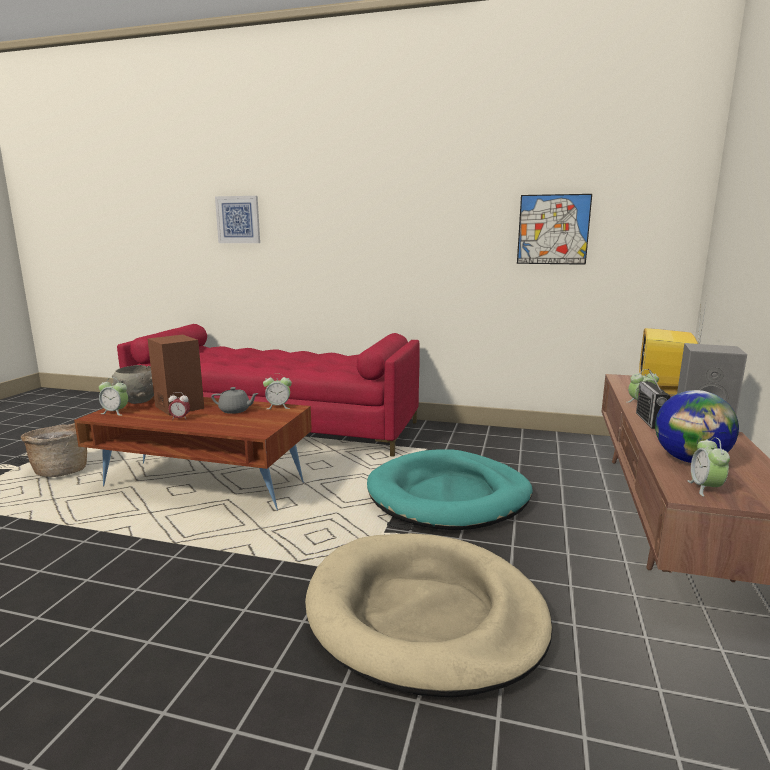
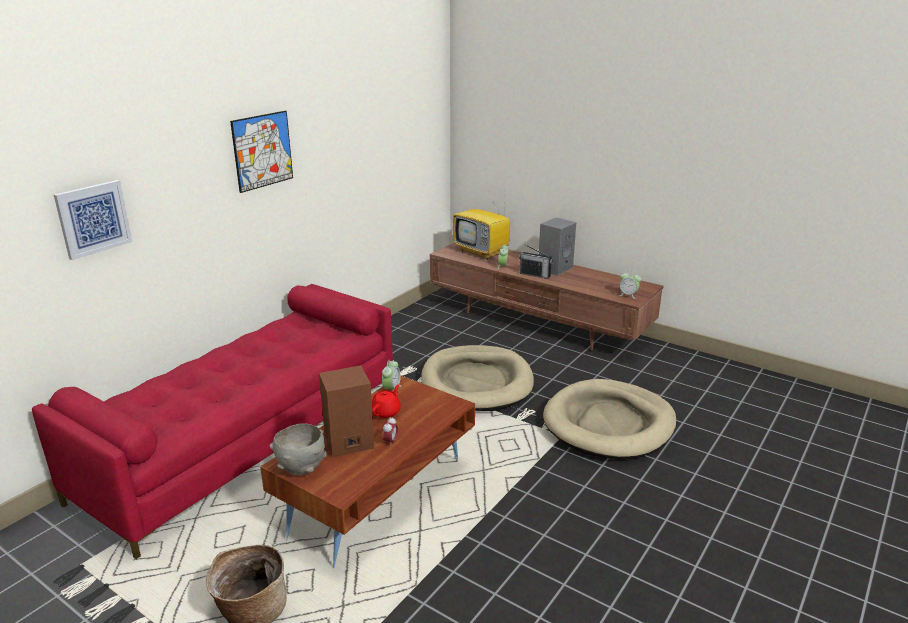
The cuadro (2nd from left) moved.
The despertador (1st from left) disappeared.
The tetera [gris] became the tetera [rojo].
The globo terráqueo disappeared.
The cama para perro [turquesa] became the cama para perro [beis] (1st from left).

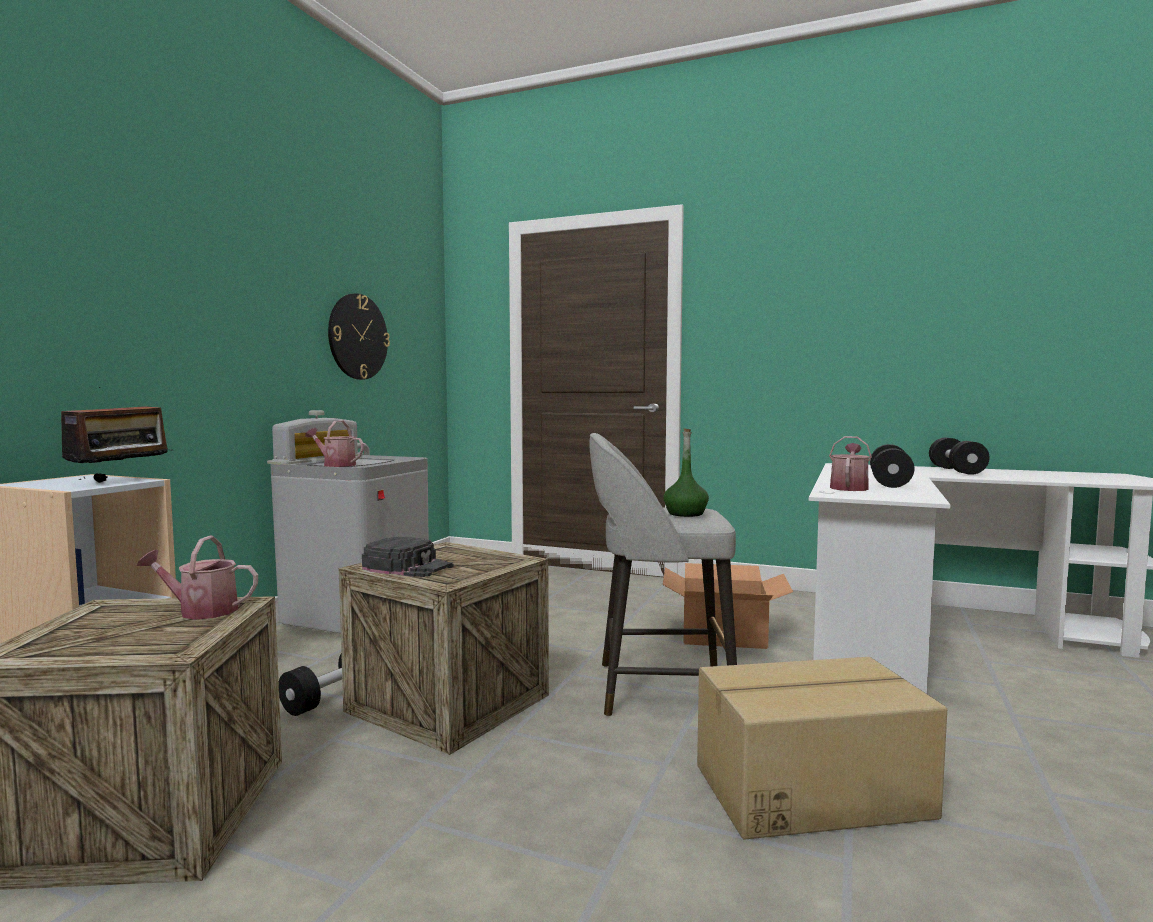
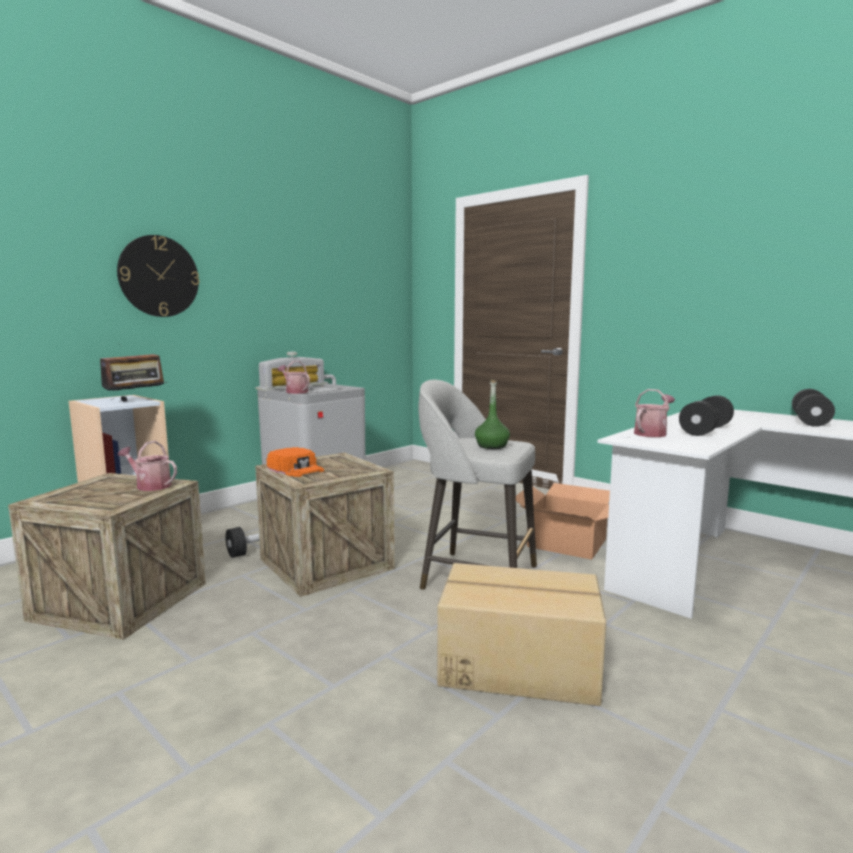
The reloj de pared moved.
The gorra [negro] became the gorra [naranja].

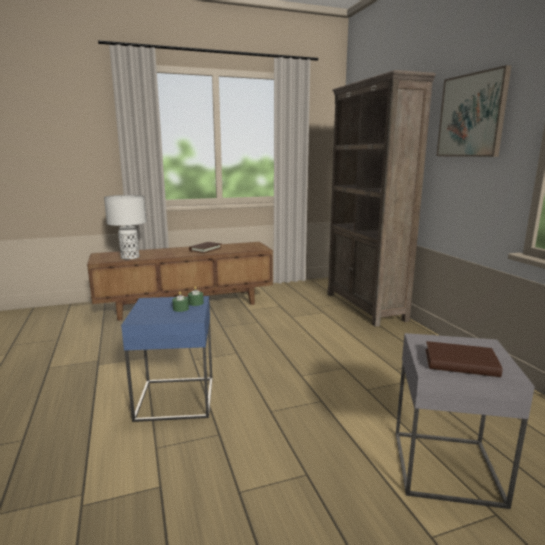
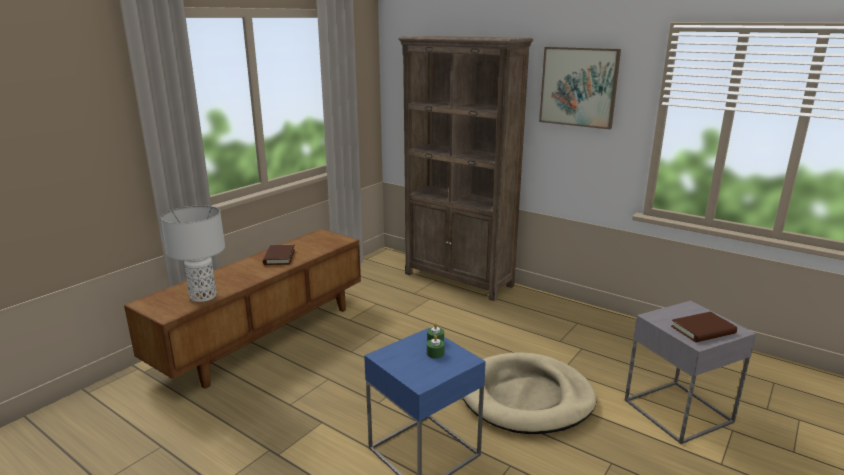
The cama para perro [beis] appeared.

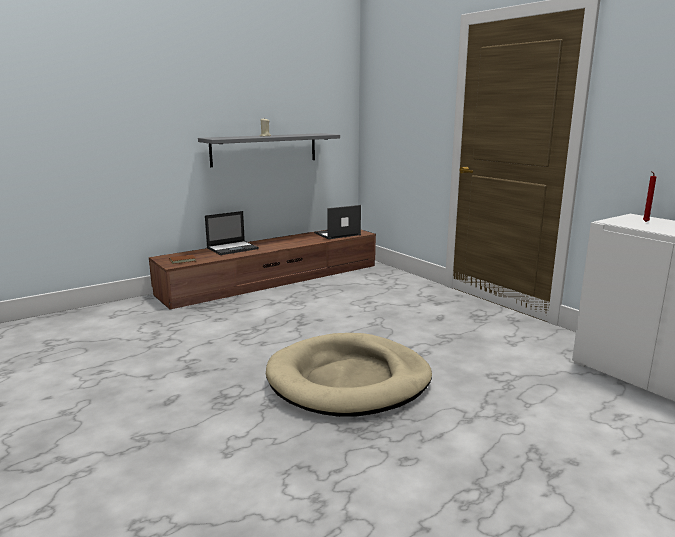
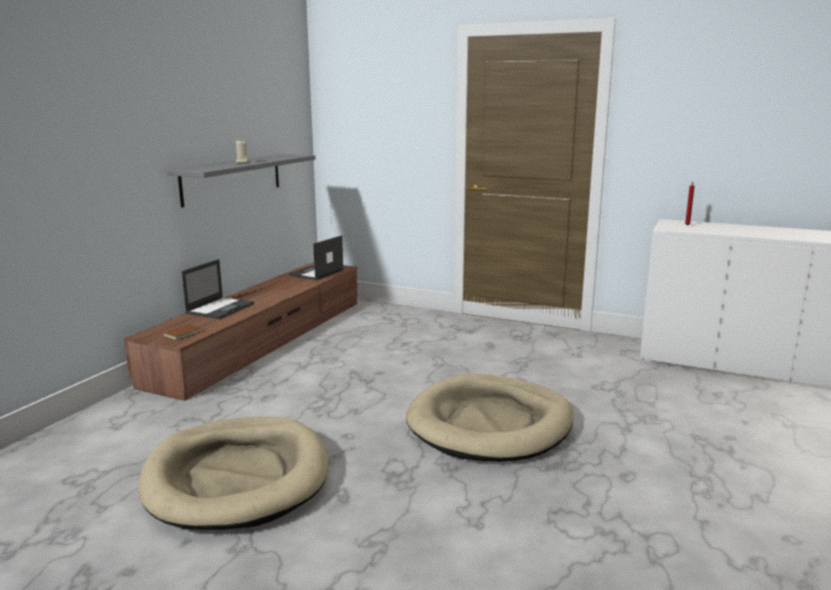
The cama para perro [beis] (1st from left) appeared.

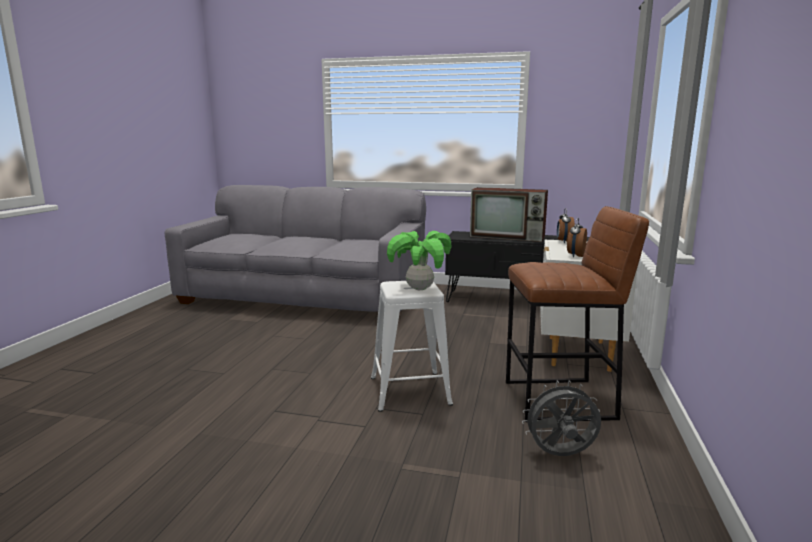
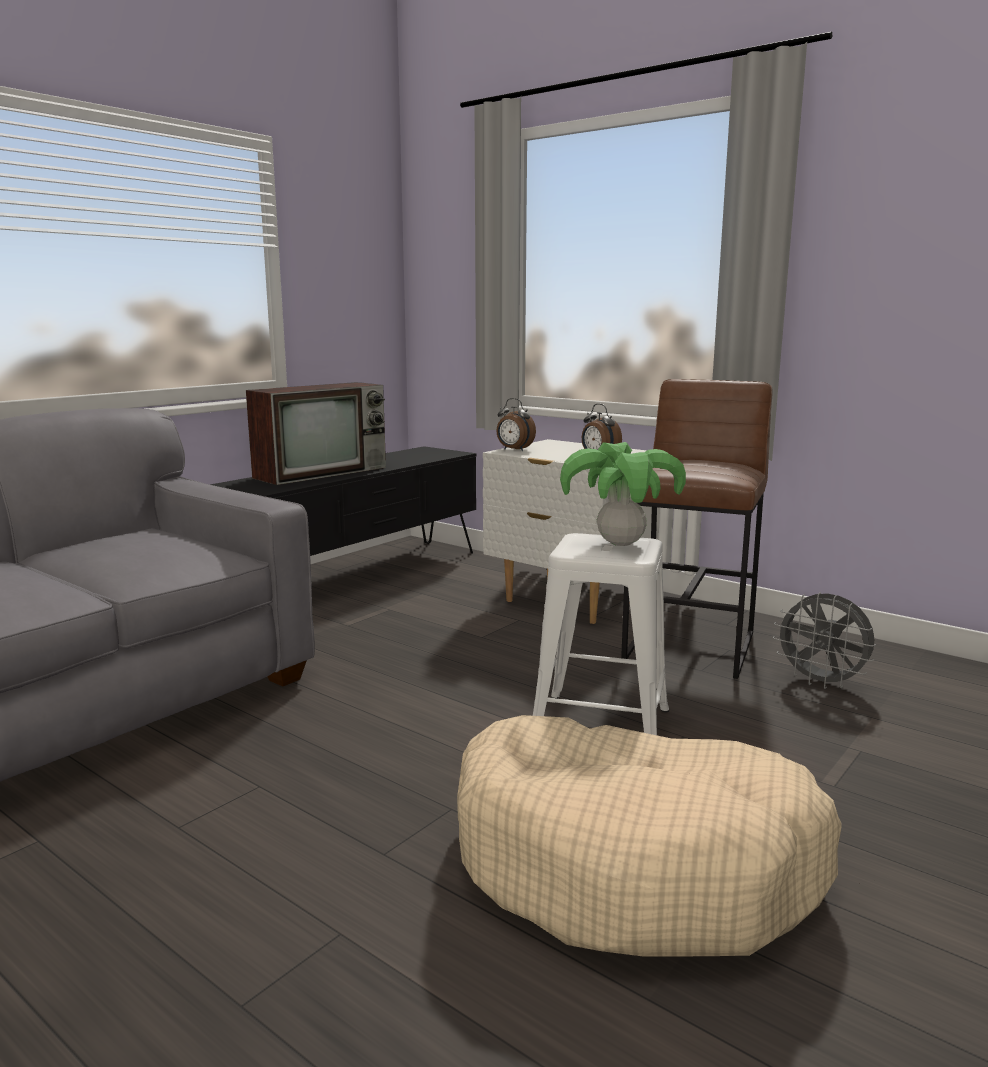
The ventilador [gris] turned 75 degrees counterclockwise.
The cama para perro [beis] appeared.

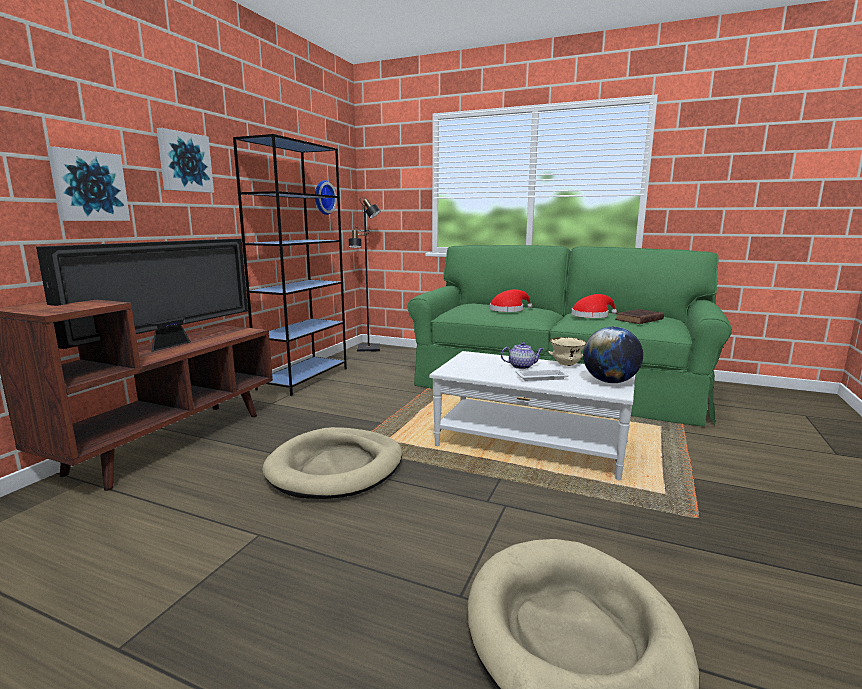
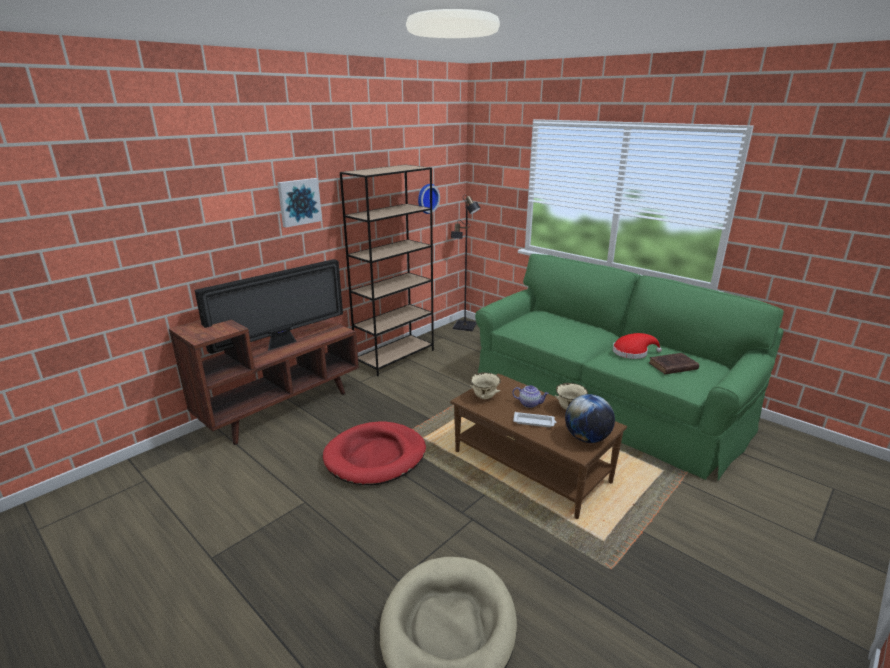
The estantería [azul] became the estantería [beis].
The cuadro (1st from left) disappeared.
The sombrero [rojo] (1st from left) disappeared.
The mesa de centro [blanco] became the mesa de centro [marrón].
The cama para perro [beis] (1st from left) became the cama para perro [rojo].
The cuenco [beis] (1st from left) appeared.

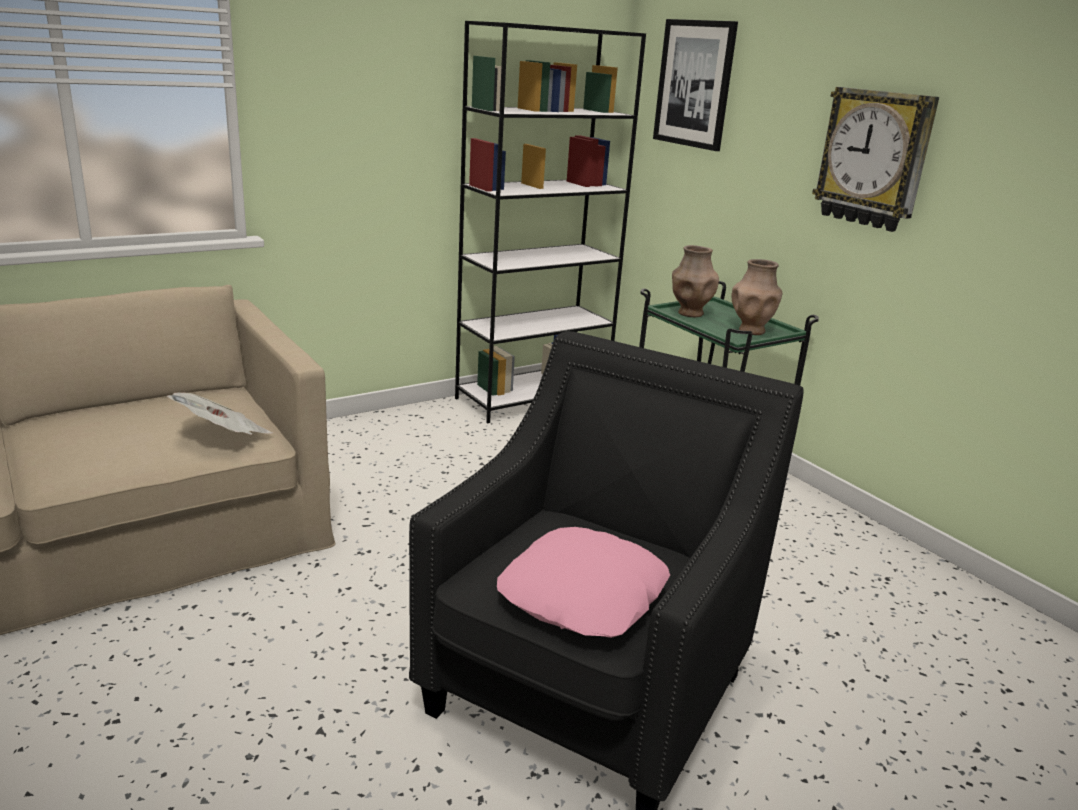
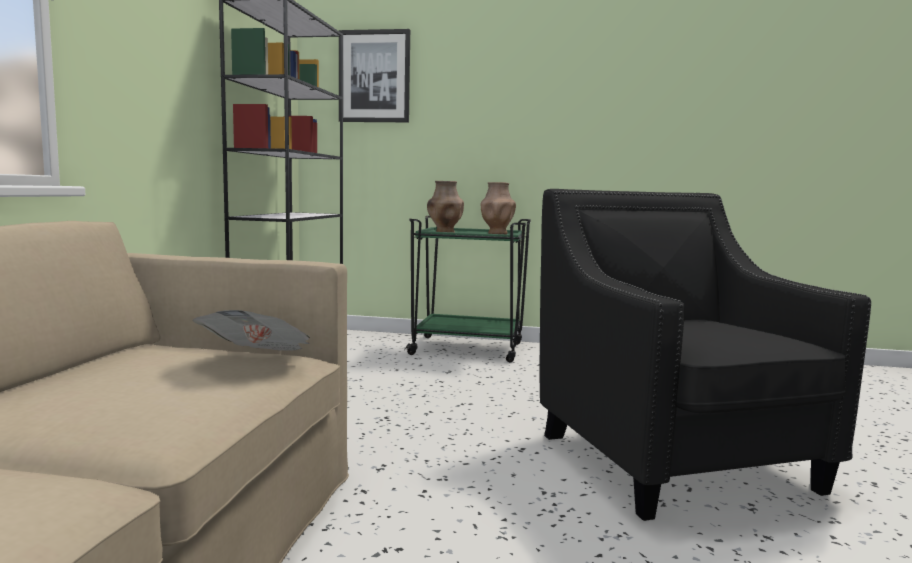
The reloj de pared disappeared.
The cojín [rosa] disappeared.

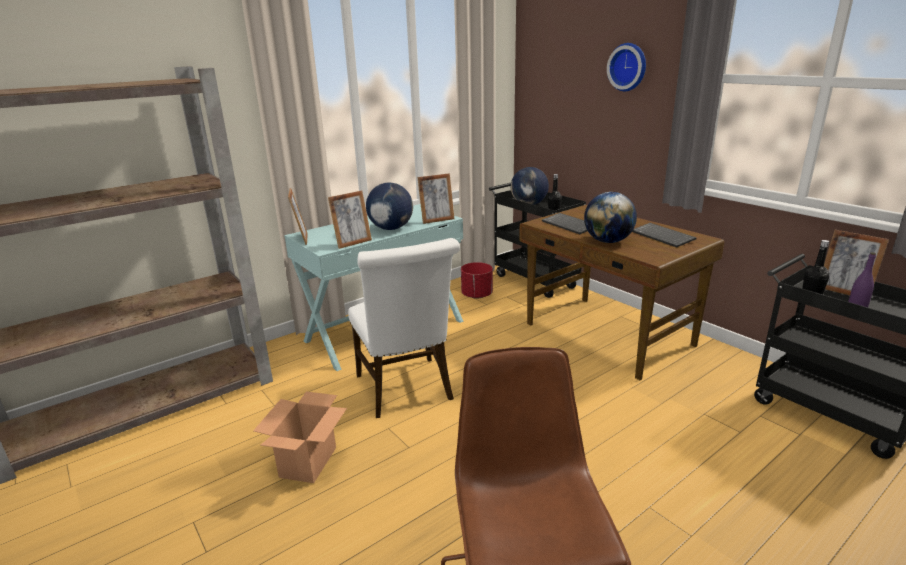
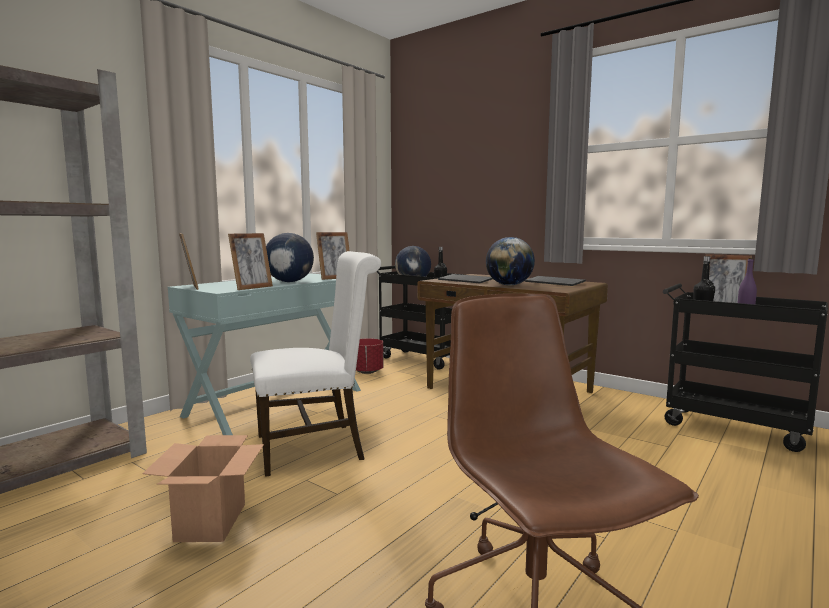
The reloj de pared disappeared.
The silla [blanco] turned 75 degrees counterclockwise.

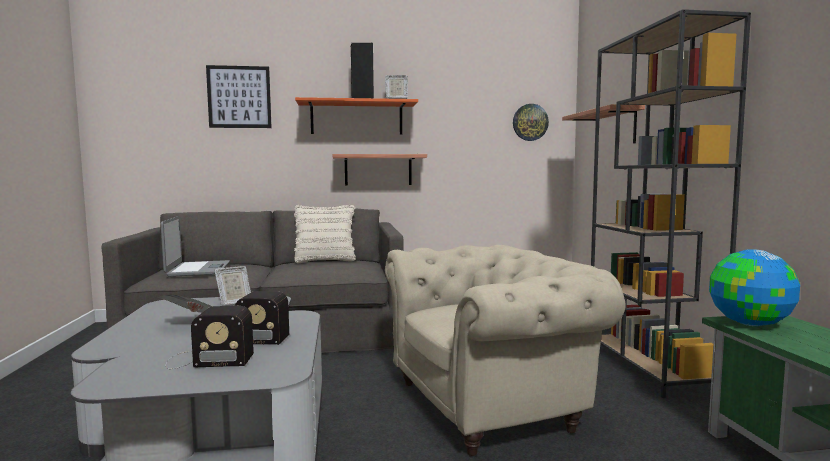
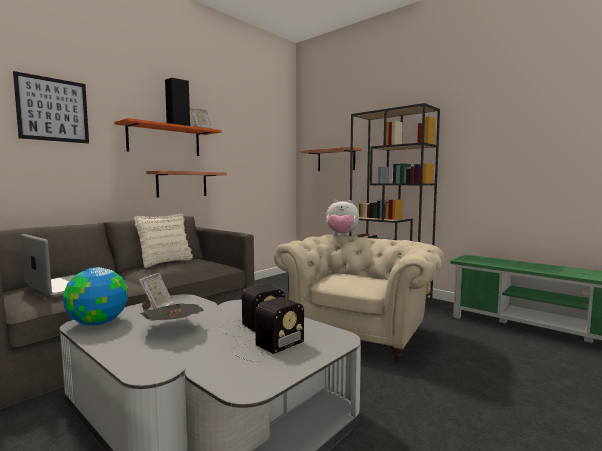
The reloj de pared disappeared.
The globo terráqueo moved.
The peluche appeared.

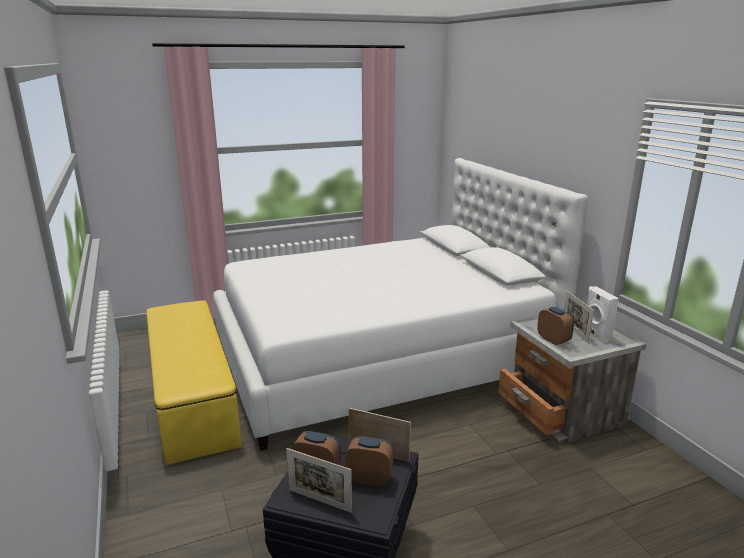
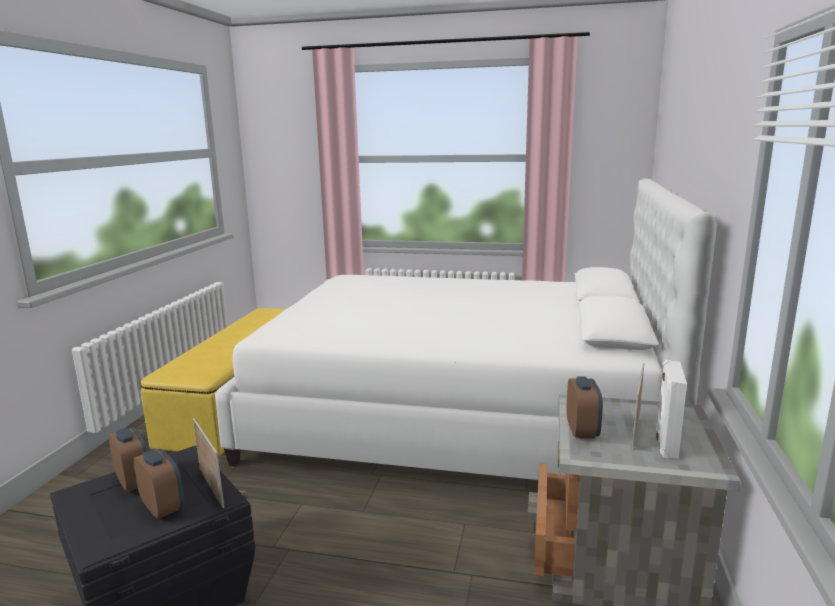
The portarretratos (1st from left) disappeared.

